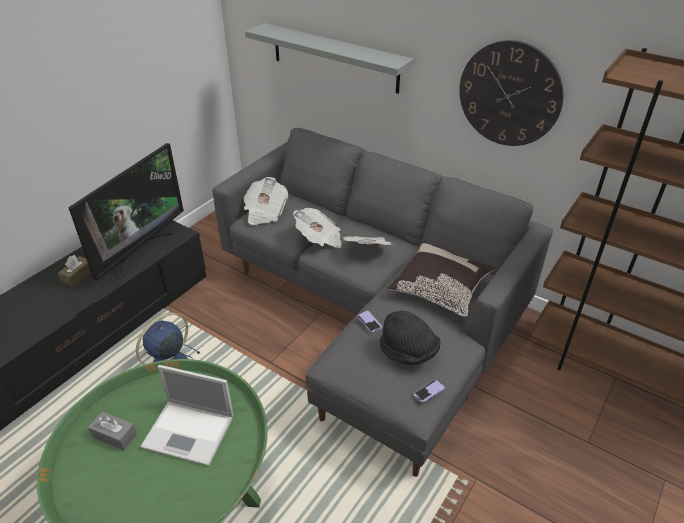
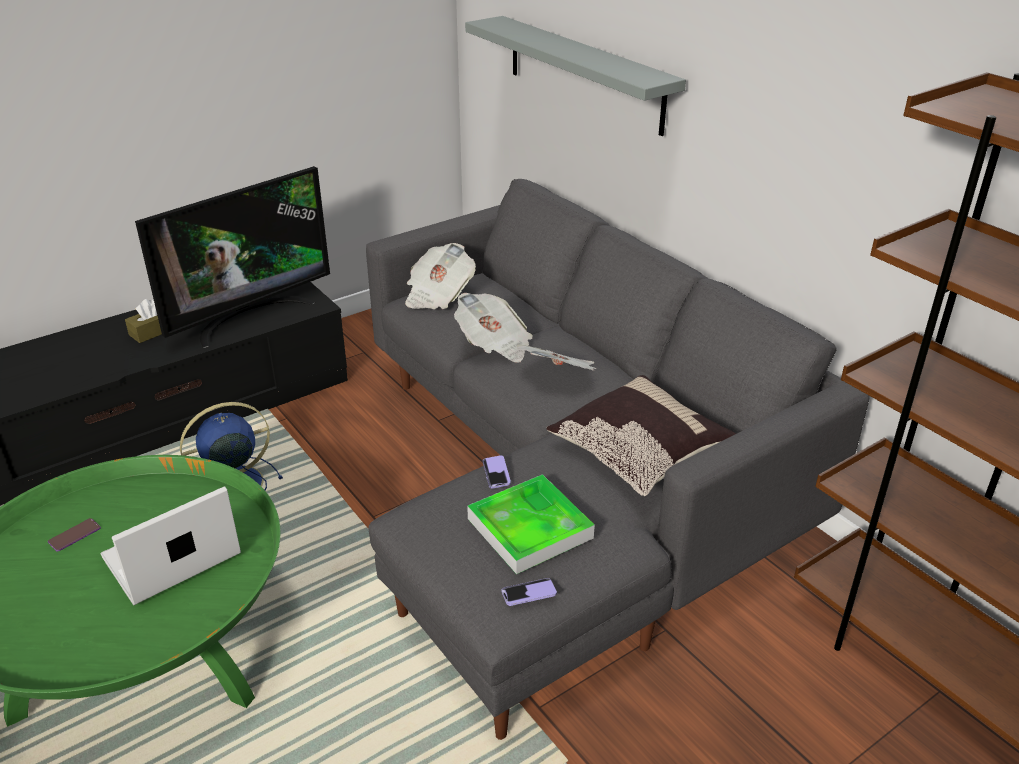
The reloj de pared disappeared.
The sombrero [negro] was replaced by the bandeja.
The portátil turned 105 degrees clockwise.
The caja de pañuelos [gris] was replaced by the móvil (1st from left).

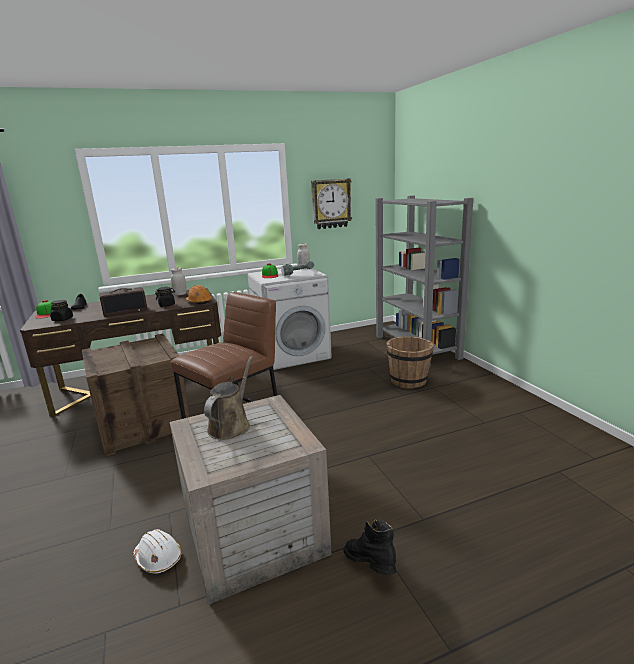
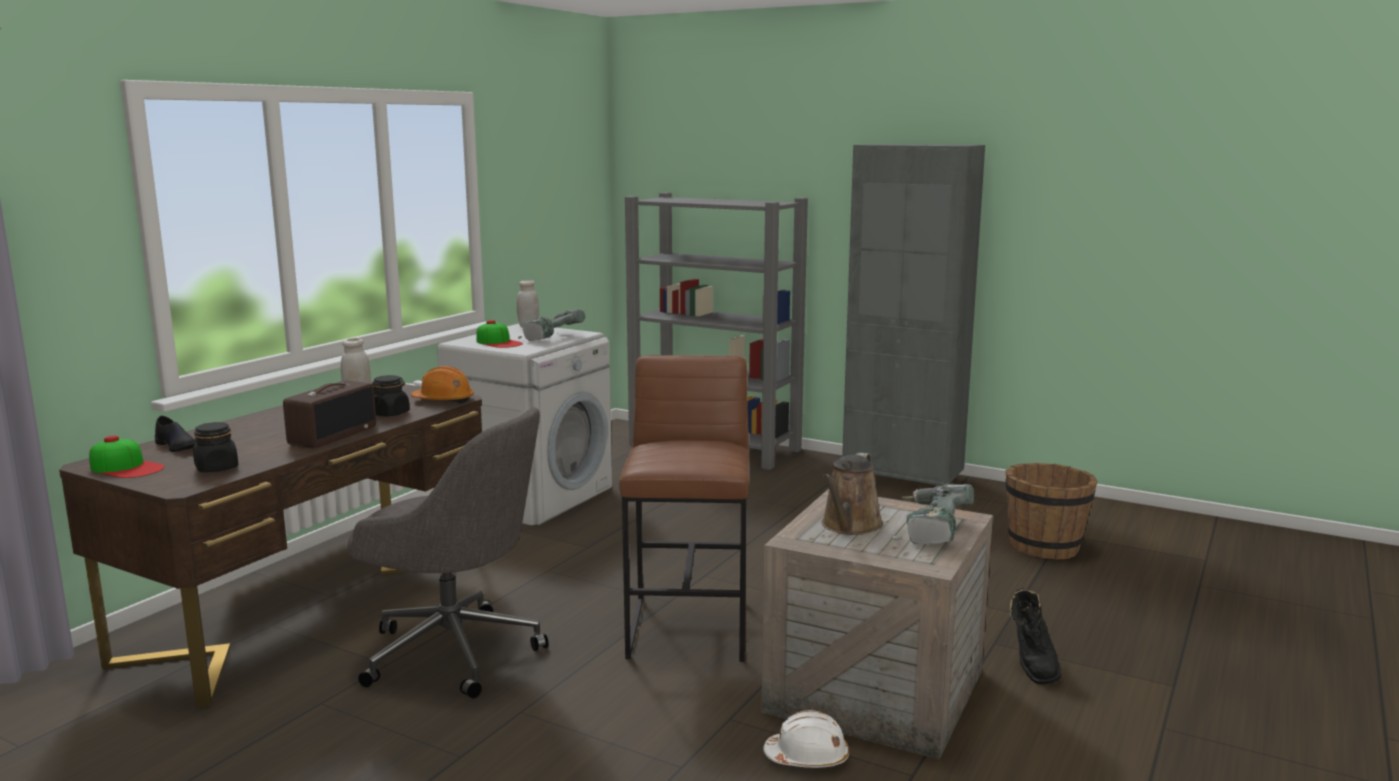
The reloj de pared disappeared.
The caja de embalaje (1st from left) was replaced by the silla de oficina [gris].
The cubo [marrón] moved.
The regadera [marrón] turned 135 degrees counterclockwise.
The bota [negro] turned 105 degrees counterclockwise.
The armario [gris] appeared.
The taladro (2nd from left) appeared.

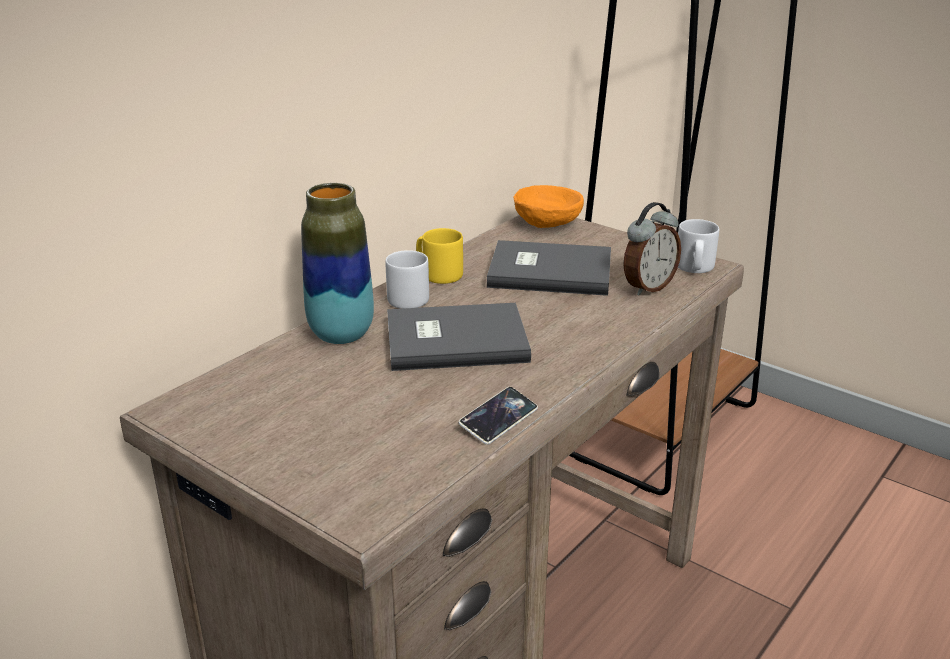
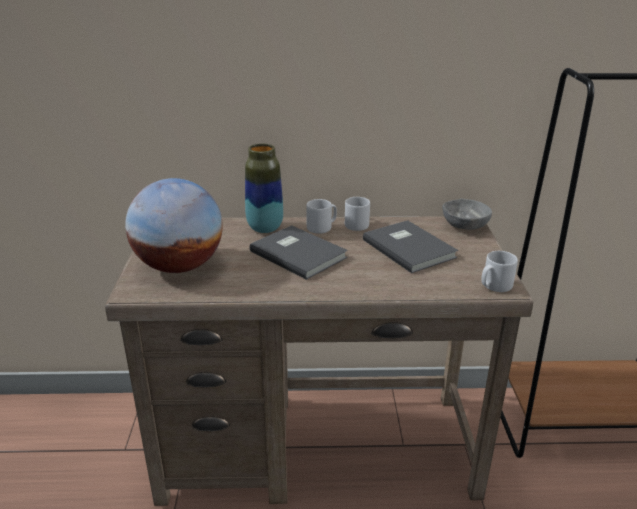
The cuenco [naranja] became the cuenco [gris].
The despertador disappeared.
The taza grande [amarillo] became the taza grande [gris] (2nd from left).
The móvil disappeared.
The globo terráqueo appeared.

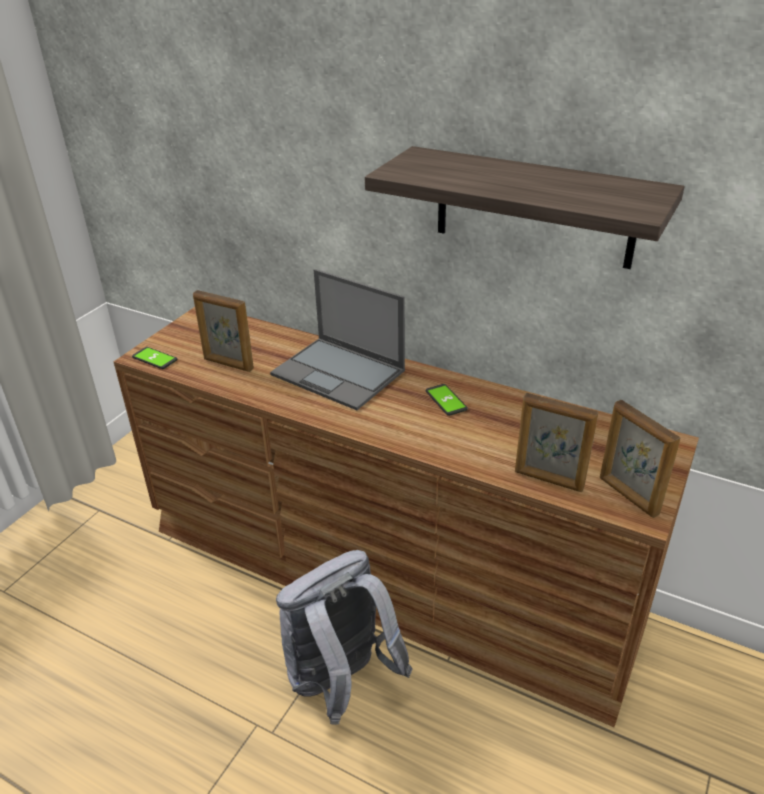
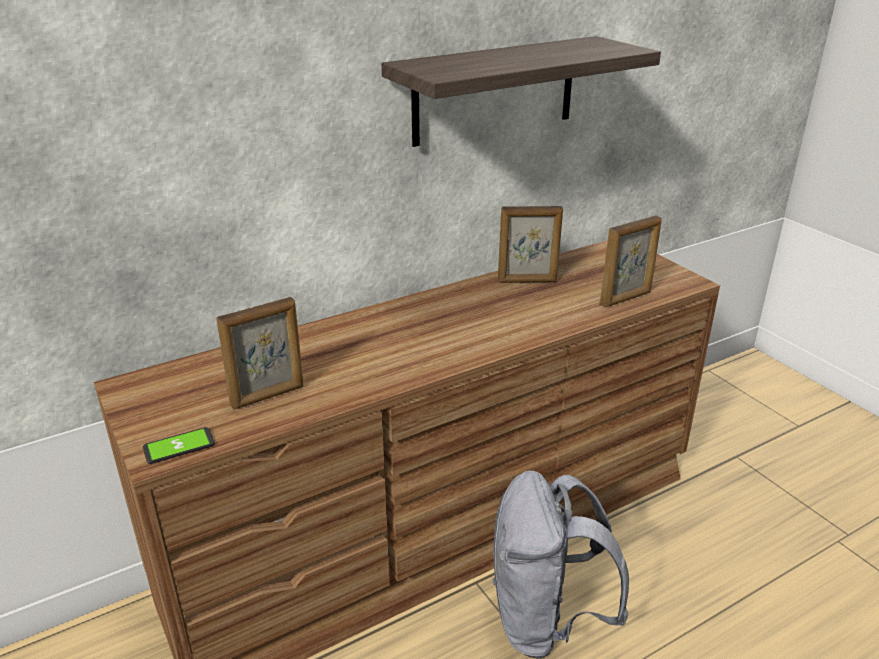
The portátil disappeared.
The móvil (2nd from left) disappeared.
The portarretratos (3rd from left in the first image) moved.

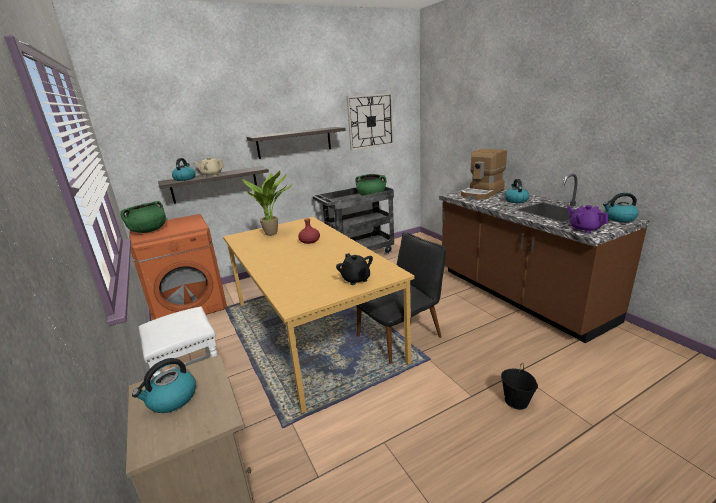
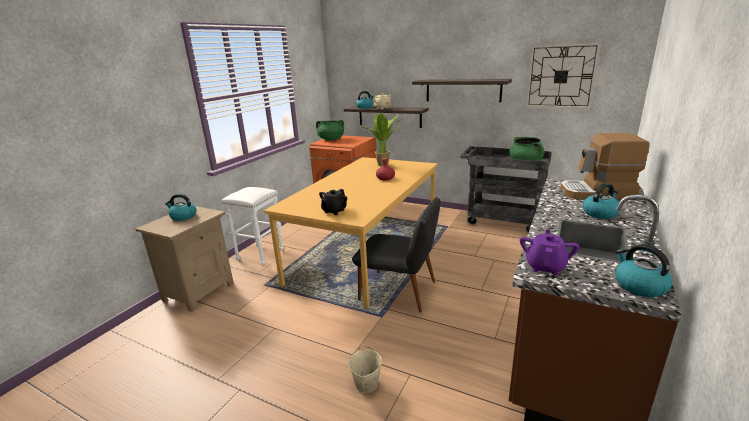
The cubo [negro] became the cubo [beis].

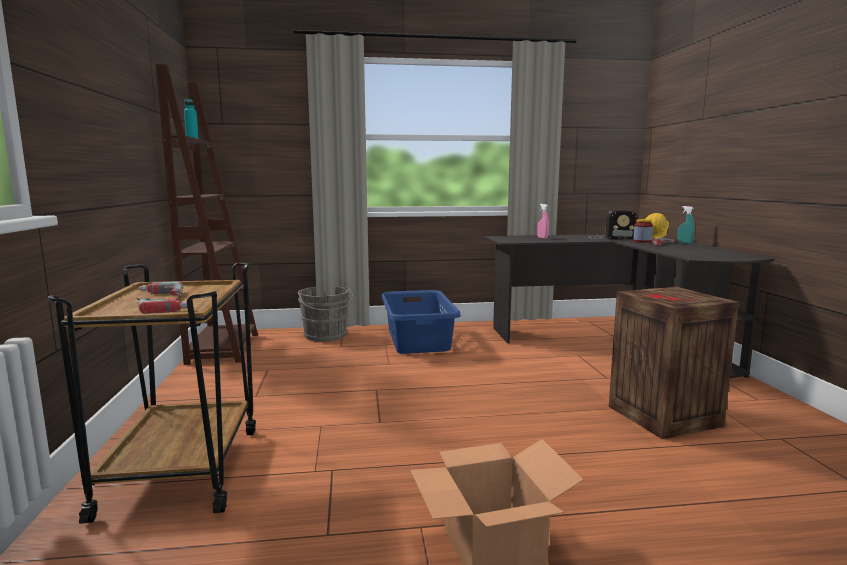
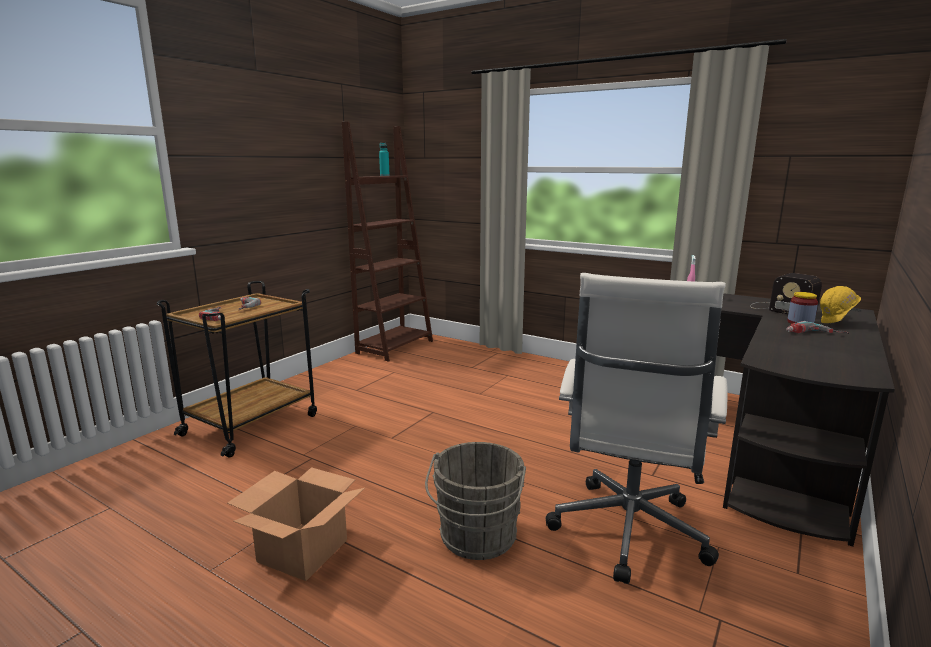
The pulverizador [turquesa] disappeared.
The cubo [gris] moved.
The caja de embalaje was replaced by the silla de oficina [blanco].
The cesto de la ropa [azul] disappeared.

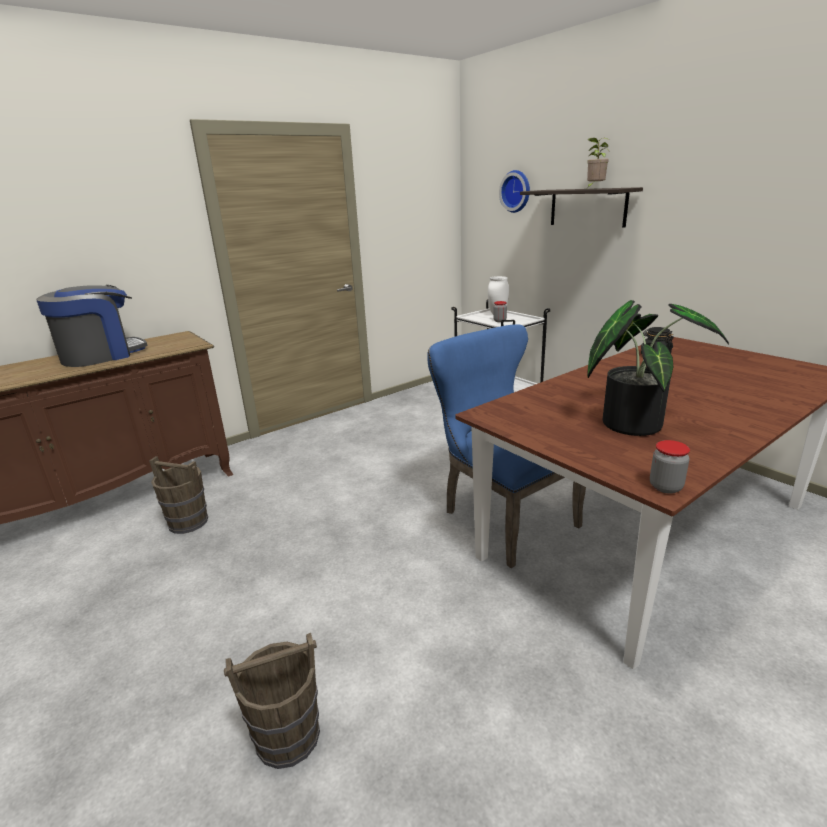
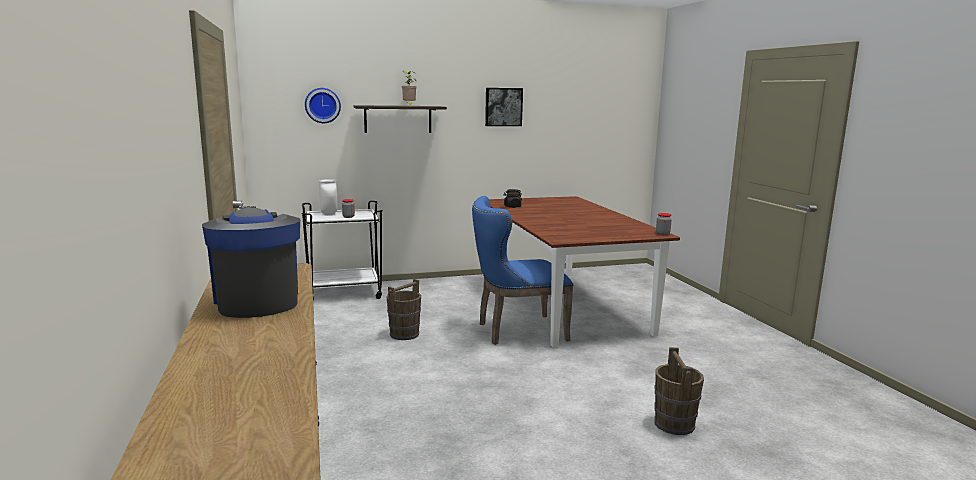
The planta en maceta (2nd from left) disappeared.
The cubo [marrón] (1st from left) moved.
The cuadro appeared.

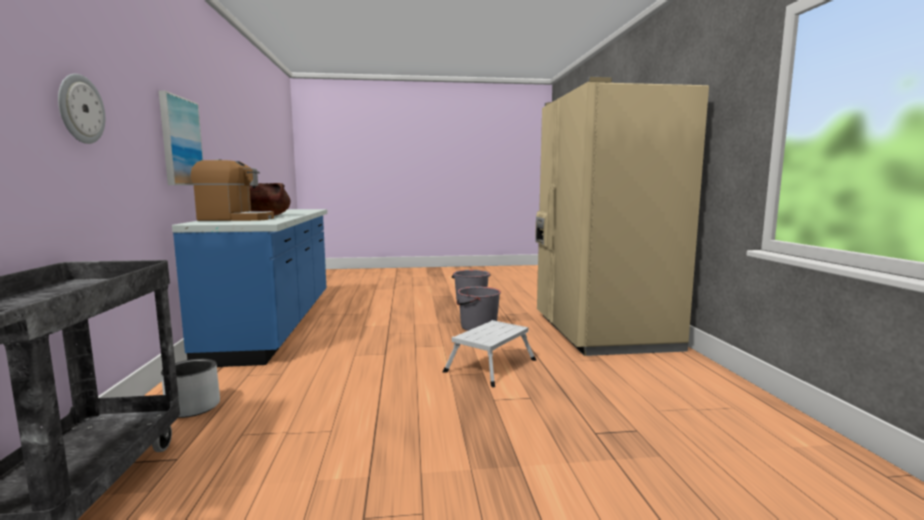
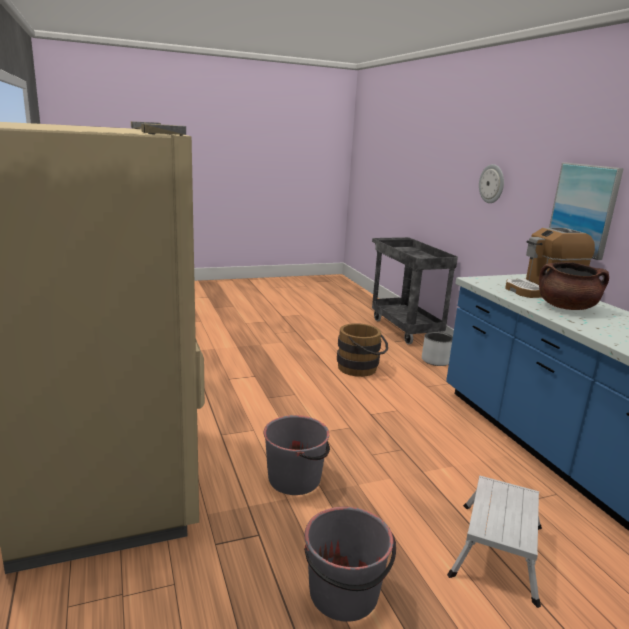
The escalera de tijera [blanco] moved.
The cubo [marrón] appeared.

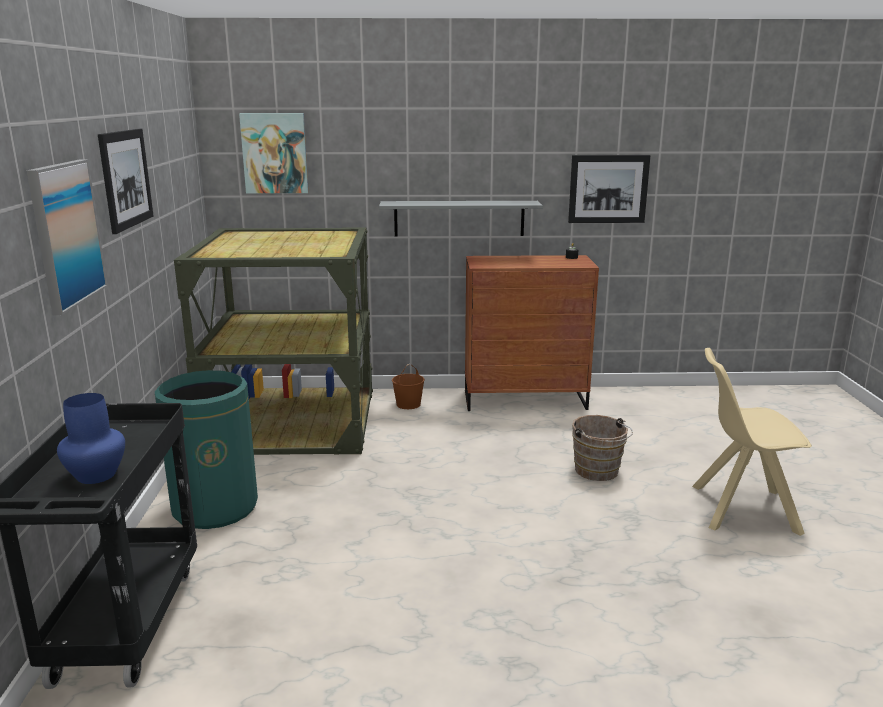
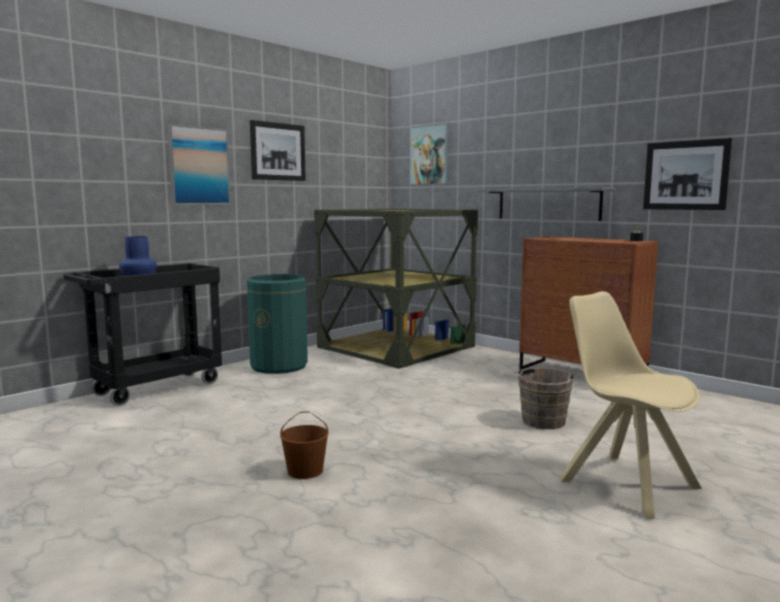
The cubo [marrón] (1st from left) moved.

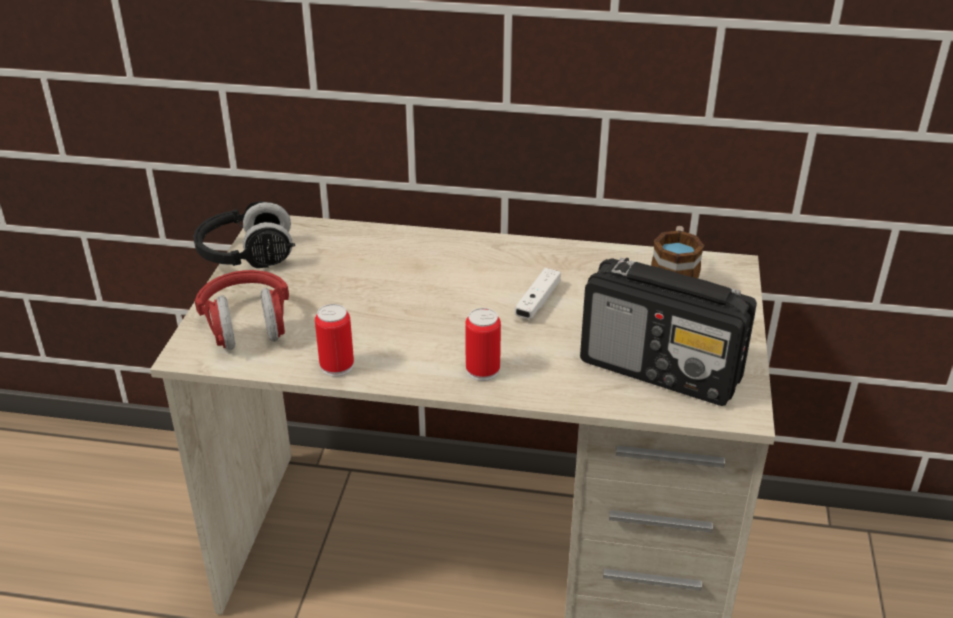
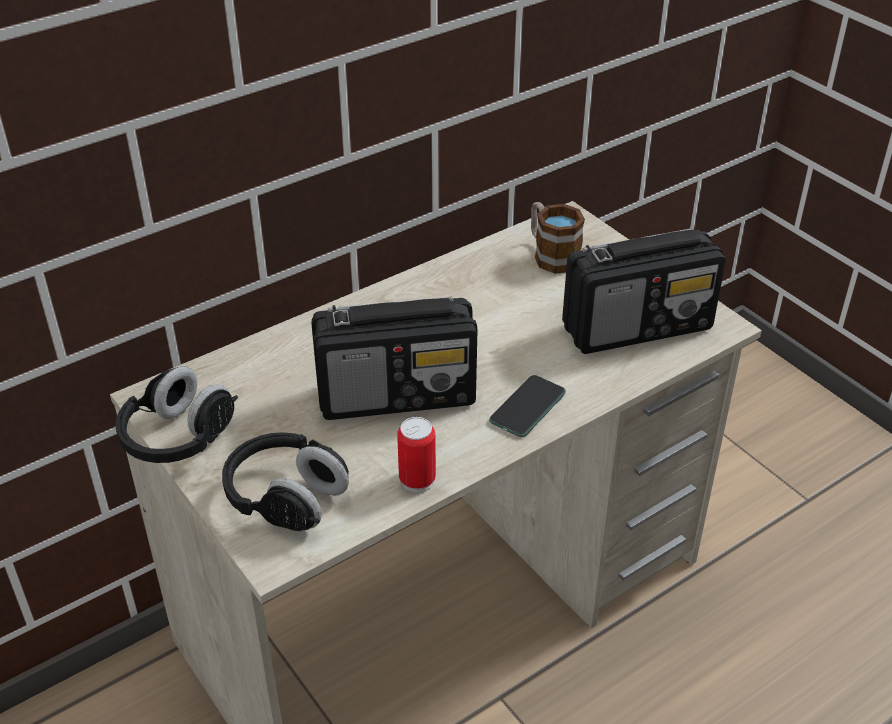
The mando de consola [blanco] disappeared.
The auriculares [rojo] became the auriculares [negro] (2nd from left).
The lata (2nd from left) was replaced by the móvil.
The radio (1st from left) appeared.

